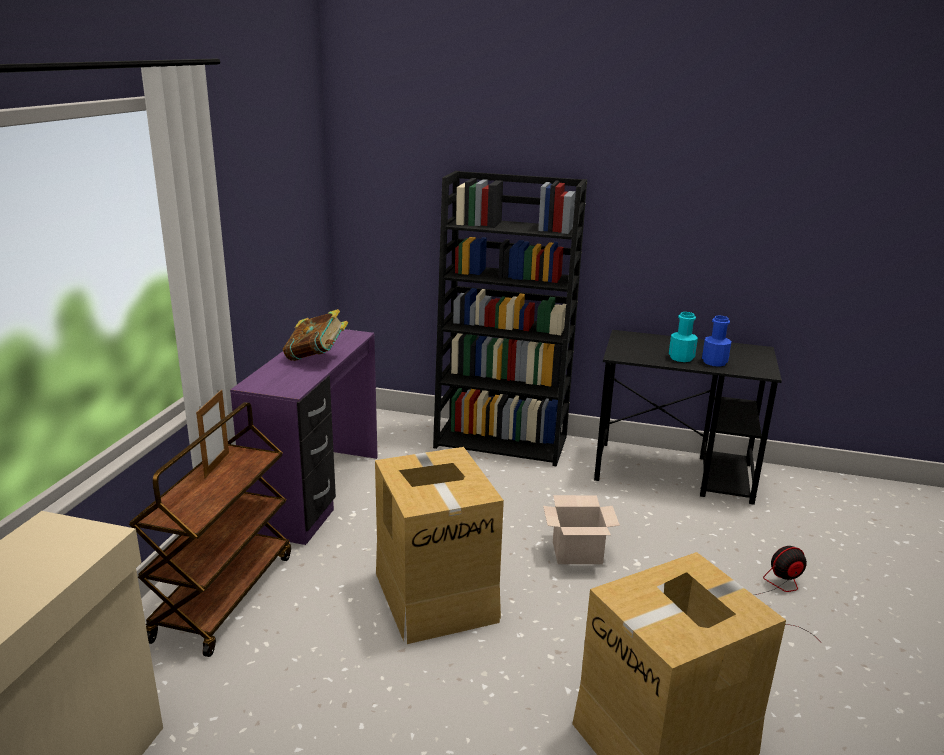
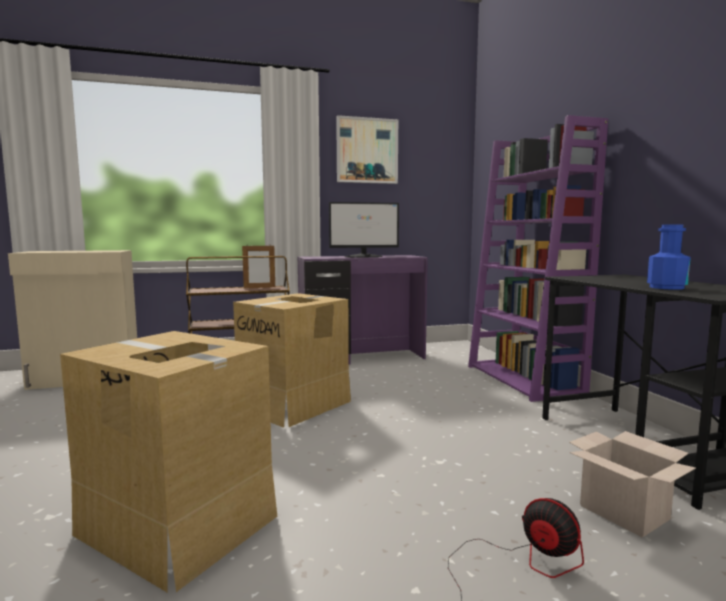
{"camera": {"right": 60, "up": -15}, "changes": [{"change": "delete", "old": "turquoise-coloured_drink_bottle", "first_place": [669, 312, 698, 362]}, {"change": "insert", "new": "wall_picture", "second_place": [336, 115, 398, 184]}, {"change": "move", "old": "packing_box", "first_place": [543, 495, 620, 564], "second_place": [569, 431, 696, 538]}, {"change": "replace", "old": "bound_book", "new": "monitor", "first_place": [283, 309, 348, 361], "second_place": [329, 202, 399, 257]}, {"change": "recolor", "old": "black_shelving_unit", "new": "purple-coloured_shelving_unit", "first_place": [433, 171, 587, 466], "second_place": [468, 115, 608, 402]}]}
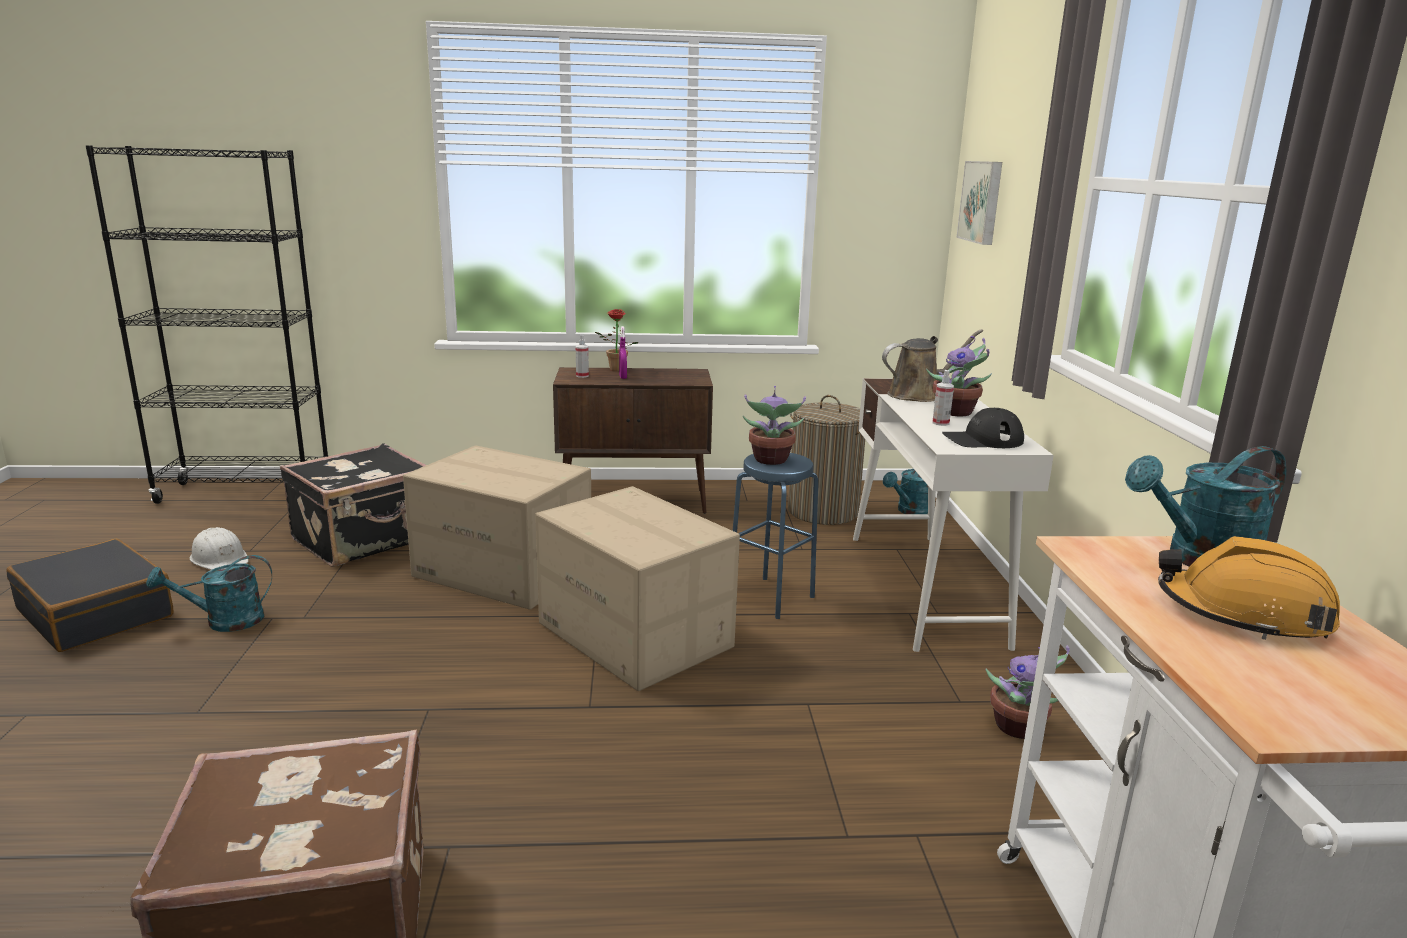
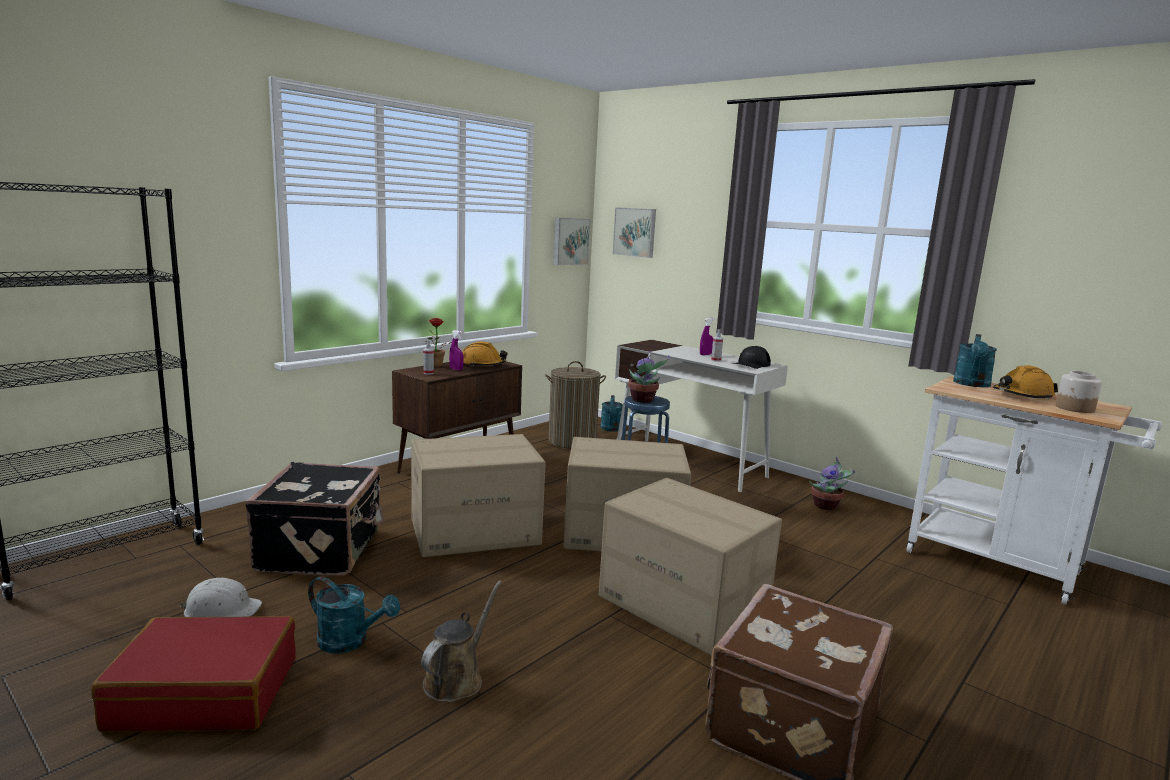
{"camera": {"right": -45, "up": -5}, "changes": [{"change": "insert", "new": "orange_work_helmet", "second_place": [462, 342, 508, 367]}, {"change": "insert", "new": "wall_picture", "second_place": [553, 217, 591, 265]}, {"change": "insert", "new": "packing_box", "second_place": [599, 478, 782, 656]}, {"change": "insert", "new": "jar", "second_place": [1056, 371, 1102, 413]}, {"change": "move", "old": "brown_sprinkling_can", "first_place": [882, 329, 983, 402], "second_place": [421, 581, 502, 702]}, {"change": "replace", "old": "plant_in_a_pot", "new": "purple-coloured_hand_sprayer", "first_place": [926, 336, 992, 416], "second_place": [700, 318, 714, 355]}, {"change": "recolor", "old": "black_piece_of_luggage", "new": "red_piece_of_luggage", "first_place": [6, 539, 174, 652], "second_place": [91, 616, 296, 733]}, {"change": "rotate", "old": "turquoise-coloured_sprinkling_can", "first_place": [146, 555, 272, 632], "second_place": [308, 576, 400, 654], "degrees": -90}]}
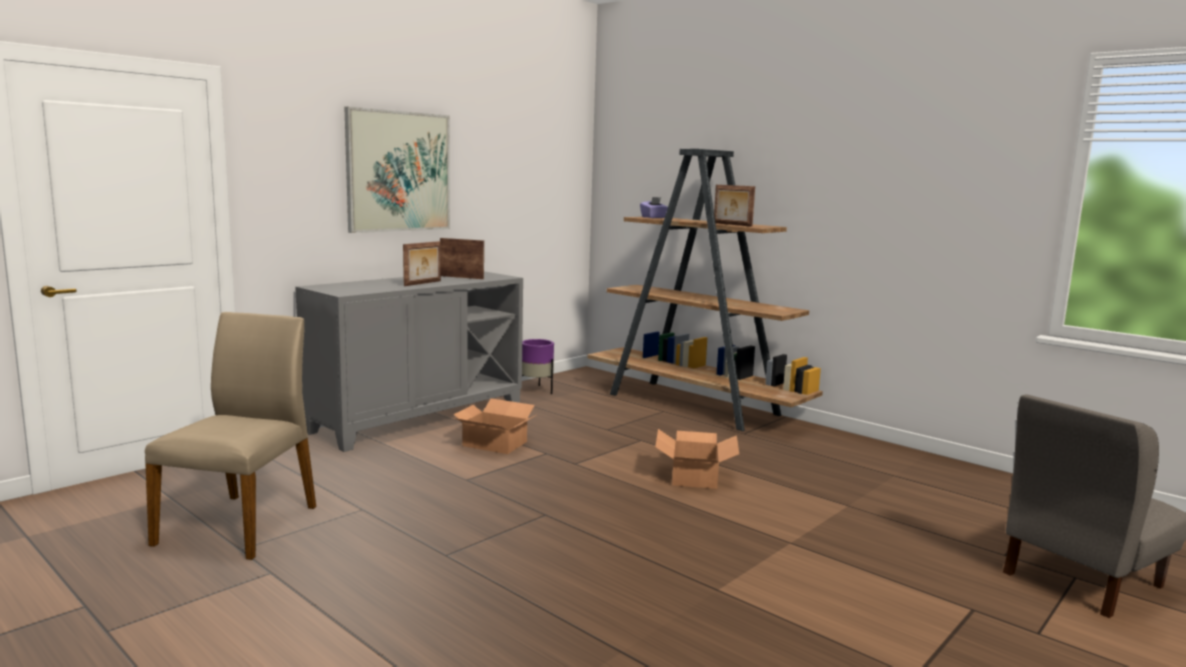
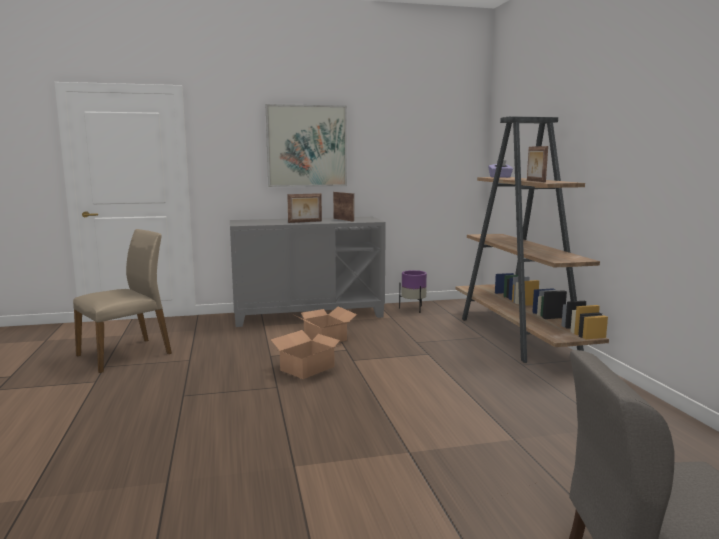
{"camera": {"right": 35, "up": 0}, "changes": [{"change": "move", "old": "packing_box", "first_place": [655, 429, 739, 489], "second_place": [271, 330, 342, 379]}]}
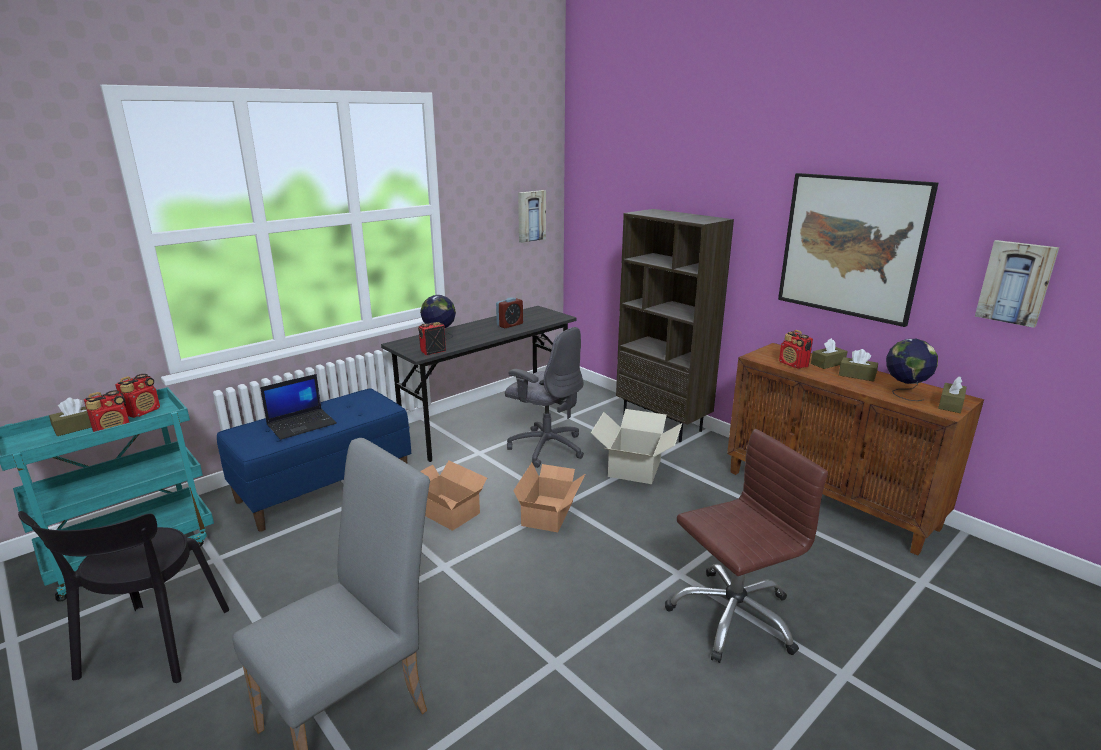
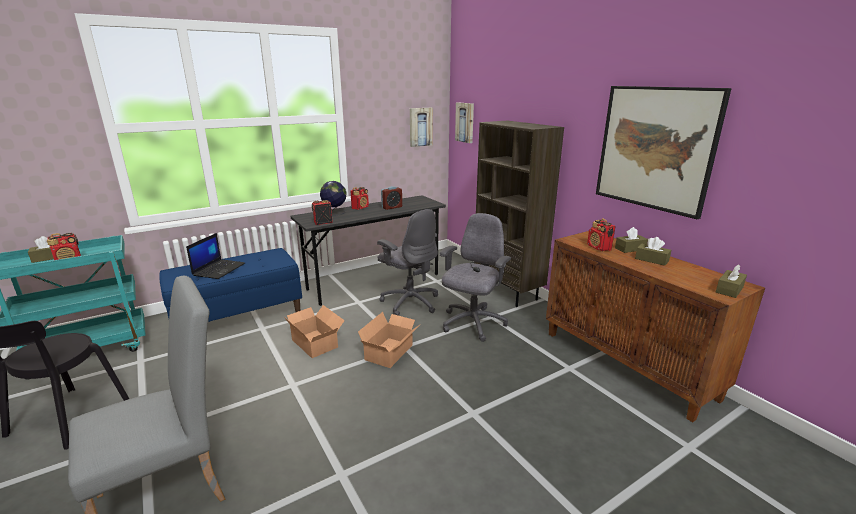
{"camera": {"right": 10, "up": 0}, "changes": [{"change": "delete", "old": "brown_desk_chair", "first_place": [665, 429, 828, 663]}, {"change": "delete", "old": "world_globe", "first_place": [886, 339, 938, 401]}, {"change": "move", "old": "radio_receiver", "first_place": [115, 374, 160, 418], "second_place": [350, 187, 369, 210]}, {"change": "move", "old": "wall_picture", "first_place": [975, 240, 1059, 328], "second_place": [455, 103, 474, 143]}, {"change": "replace", "old": "packing_box", "new": "grey_desk_chair", "first_place": [591, 409, 682, 484], "second_place": [440, 213, 511, 342]}, {"change": "rotate", "old": "portable_computer", "first_place": [260, 374, 337, 440], "second_place": [186, 233, 245, 279], "degrees": -45}]}
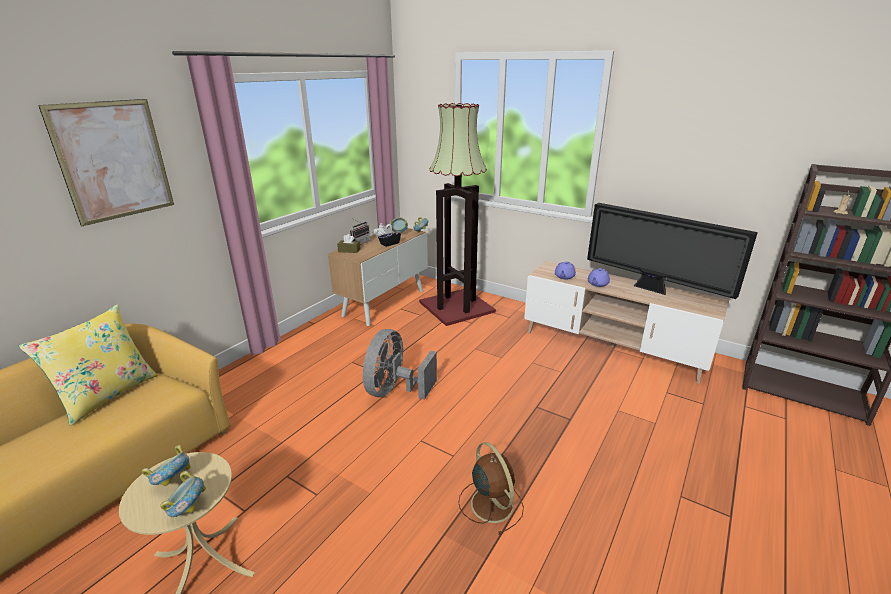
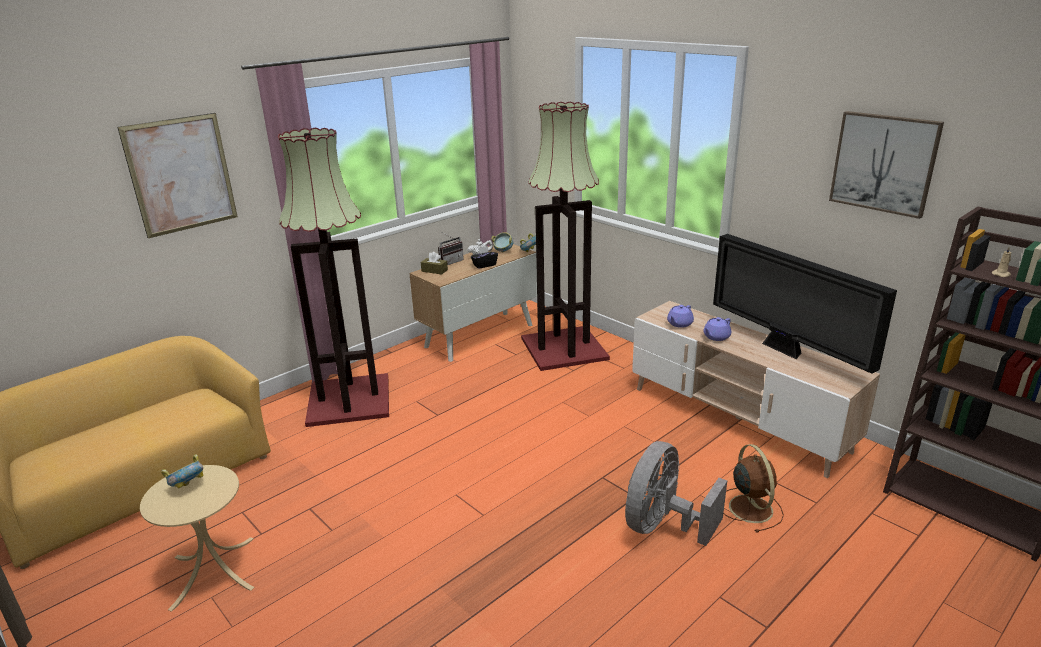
{"camera": {"right": 15, "up": 0}, "changes": [{"change": "delete", "old": "yellow-coloured_pillow", "first_place": [19, 304, 158, 426]}, {"change": "delete", "old": "bowl", "first_place": [160, 471, 206, 517]}, {"change": "insert", "new": "standard_lamp", "second_place": [278, 128, 389, 427]}, {"change": "insert", "new": "wall_picture", "second_place": [829, 111, 944, 219]}, {"change": "move", "old": "grey_cooling_fan", "first_place": [363, 329, 437, 400], "second_place": [625, 441, 727, 546]}, {"change": "move", "old": "brown_cooling_fan", "first_place": [458, 442, 524, 535], "second_place": [723, 444, 784, 533]}]}
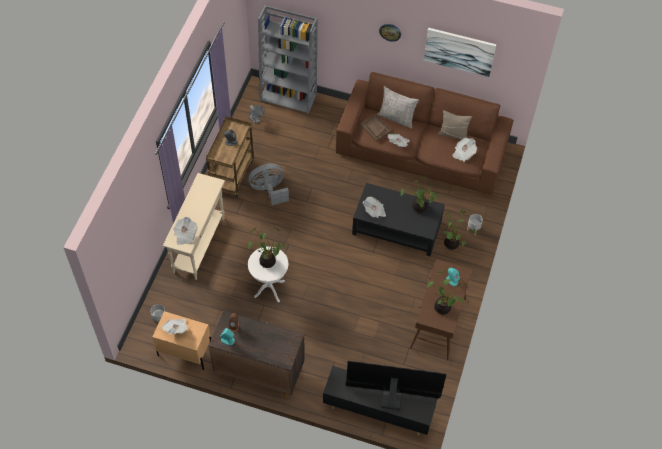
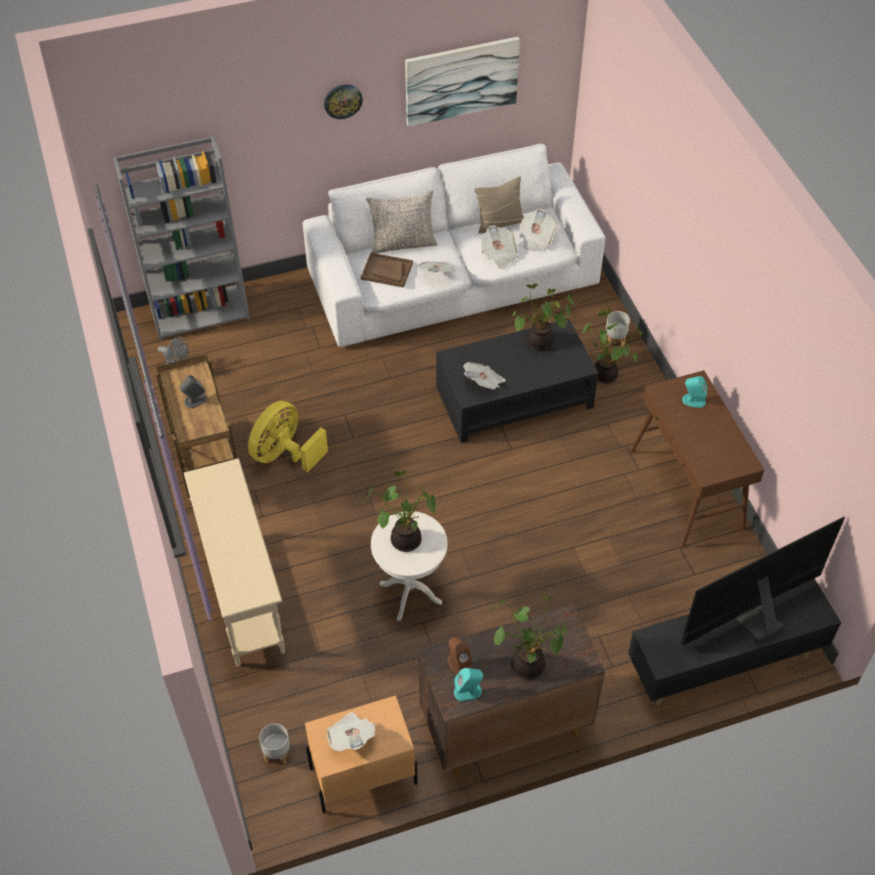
{"camera": {"right": -35, "up": -5}, "changes": [{"change": "move", "old": "daily_paper", "first_place": [173, 217, 198, 245], "second_place": [481, 225, 518, 269]}, {"change": "move", "old": "plant_in_a_pot", "first_place": [427, 270, 465, 315], "second_place": [492, 593, 567, 680]}, {"change": "recolor", "old": "grey_cooling_fan", "new": "yellow-coloured_cooling_fan", "first_place": [248, 163, 289, 205], "second_place": [248, 401, 328, 473]}, {"change": "recolor", "old": "brown_settee", "new": "whitish_settee", "first_place": [336, 72, 513, 195], "second_place": [303, 144, 606, 347]}]}
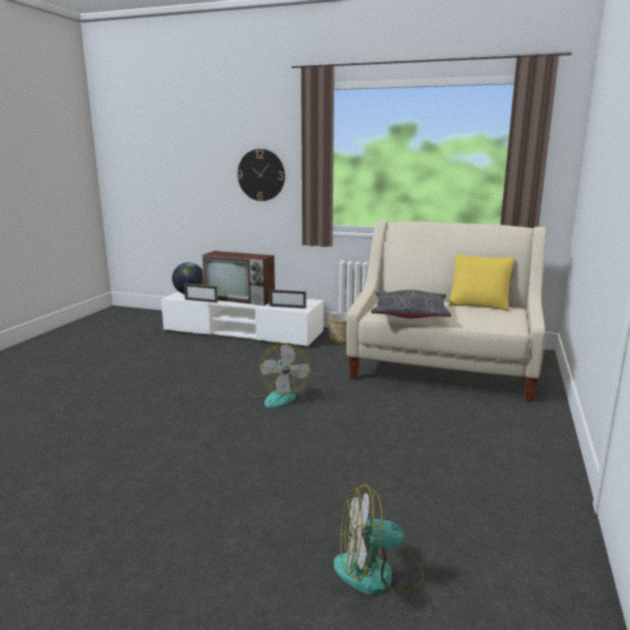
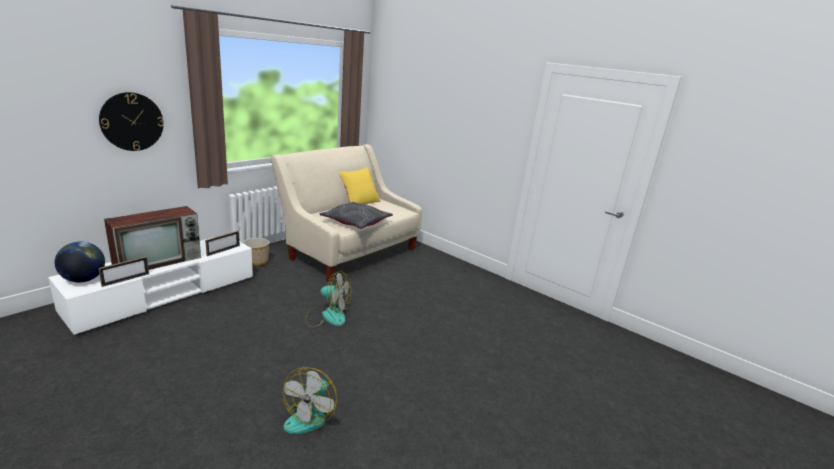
{"camera": {"right": -70, "up": 5}, "changes": [{"change": "move", "old": "cooling_fan", "first_place": [334, 484, 424, 595], "second_place": [283, 367, 337, 434]}]}
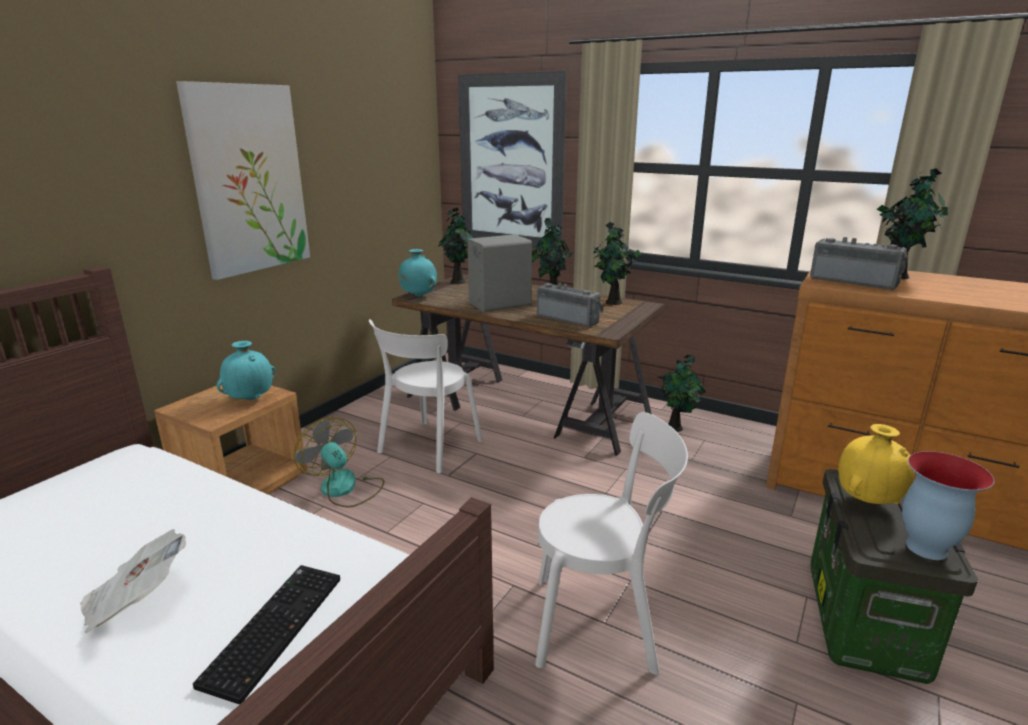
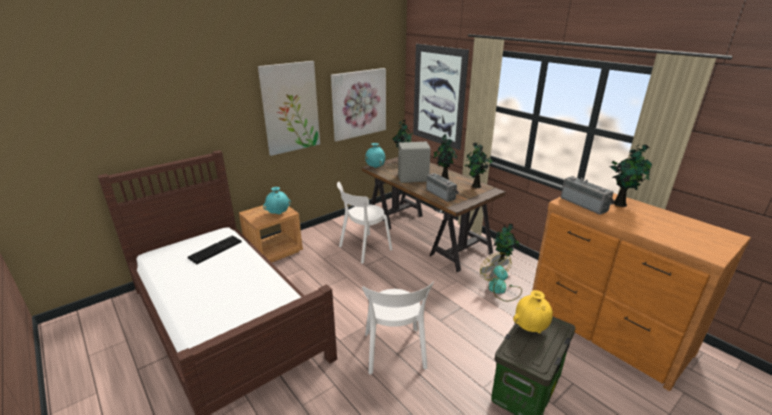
{"camera": {"right": 20, "up": 5}, "changes": [{"change": "delete", "old": "daily_paper", "first_place": [80, 529, 186, 634]}, {"change": "delete", "old": "vase", "first_place": [902, 451, 994, 560]}, {"change": "insert", "new": "wall_picture", "second_place": [331, 68, 386, 142]}, {"change": "move", "old": "PC_keyboard", "first_place": [193, 565, 340, 704], "second_place": [188, 236, 242, 264]}, {"change": "move", "old": "cooling_fan", "first_place": [294, 417, 385, 508], "second_place": [480, 252, 522, 302]}, {"change": "rotate", "old": "whitish_plain_chair", "first_place": [535, 412, 688, 675], "second_place": [362, 281, 434, 374], "degrees": 60}]}
